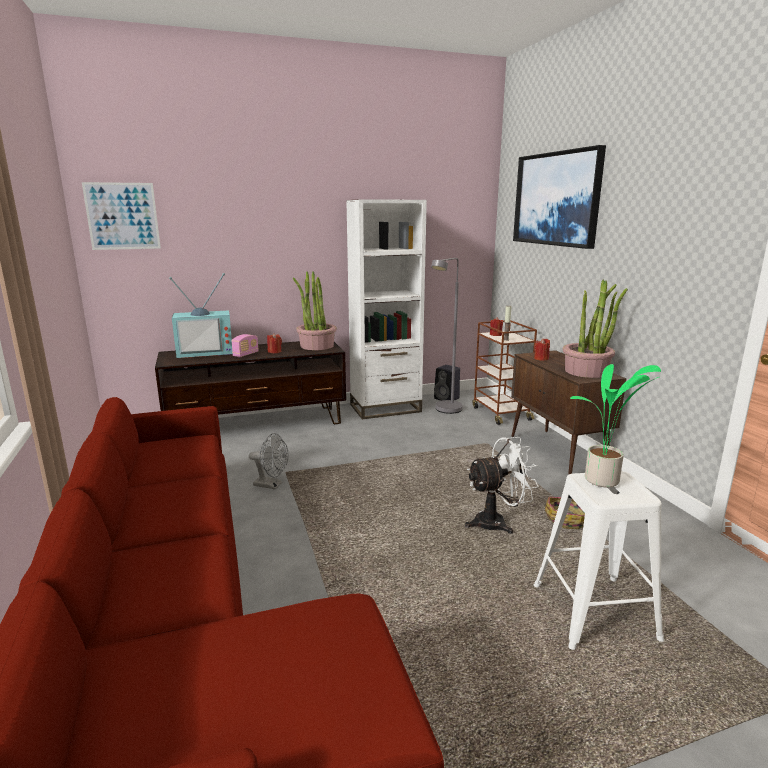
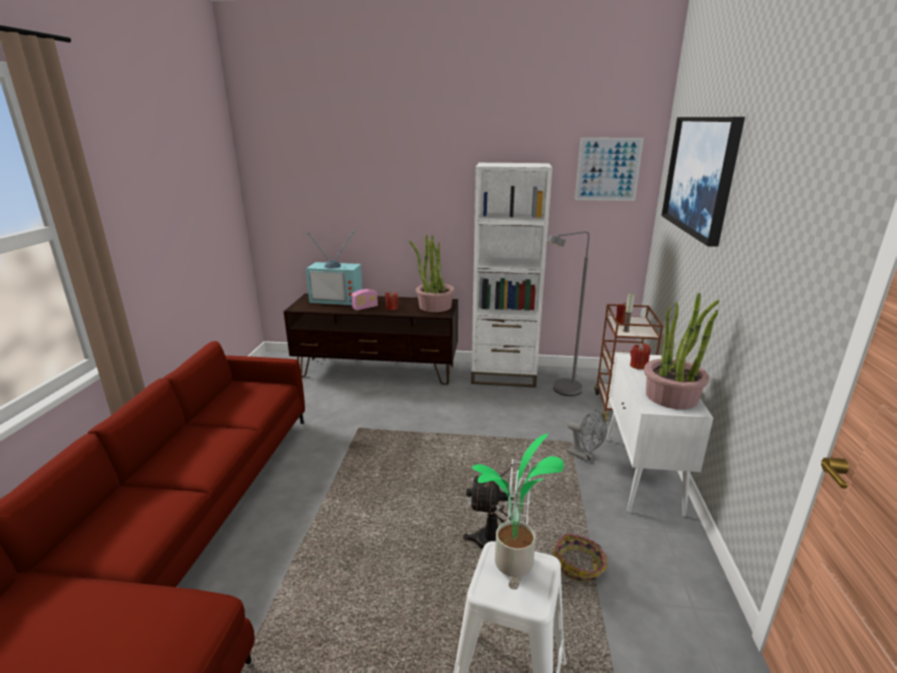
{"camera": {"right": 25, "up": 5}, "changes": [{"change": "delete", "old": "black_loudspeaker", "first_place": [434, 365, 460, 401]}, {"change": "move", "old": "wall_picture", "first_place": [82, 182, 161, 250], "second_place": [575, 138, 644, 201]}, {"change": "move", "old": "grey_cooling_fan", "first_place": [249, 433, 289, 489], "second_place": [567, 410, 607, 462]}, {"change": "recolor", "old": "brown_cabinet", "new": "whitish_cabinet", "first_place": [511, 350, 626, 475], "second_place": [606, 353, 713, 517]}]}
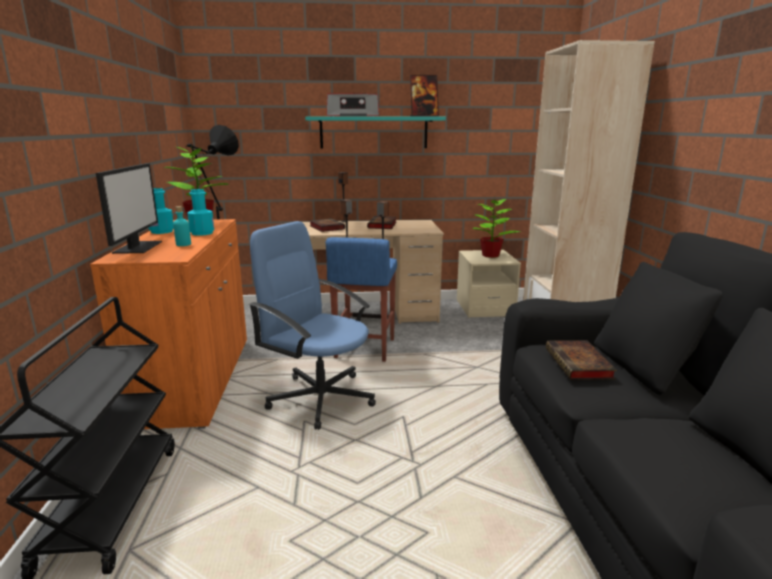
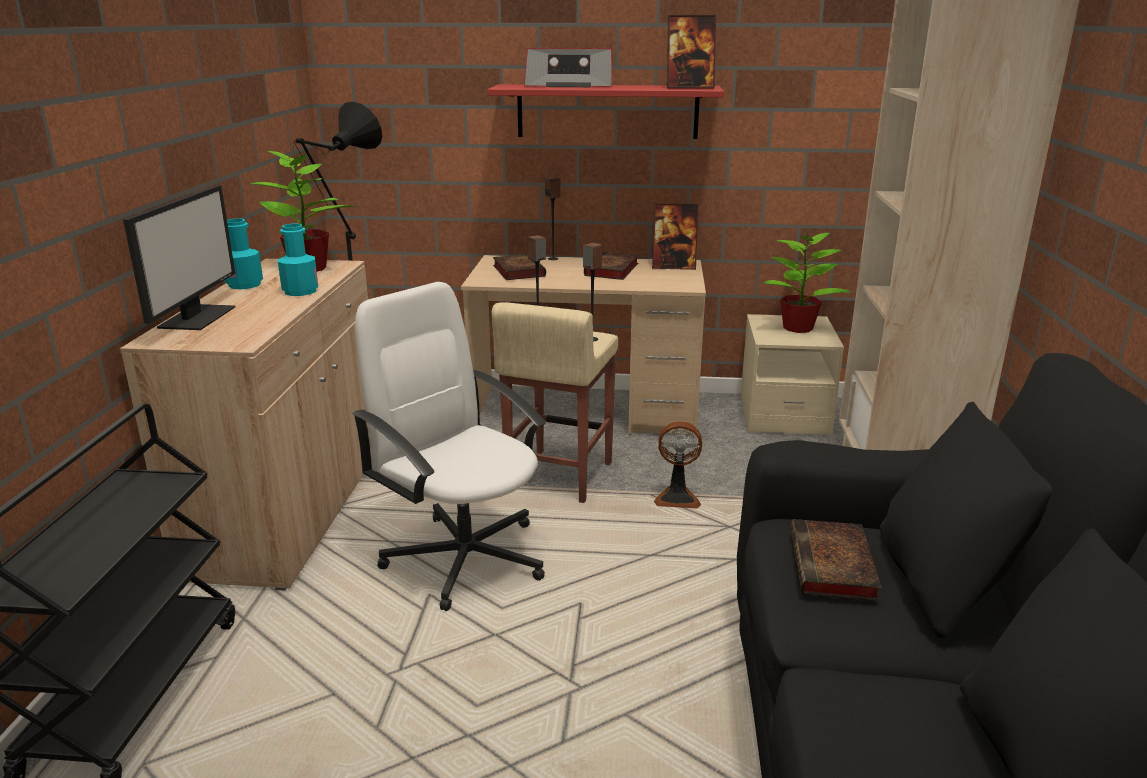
{"camera": {"right": 10, "up": 5}, "changes": [{"change": "delete", "old": "turquoise-coloured_drink_bottle", "first_place": [173, 206, 191, 246]}, {"change": "insert", "new": "standing_frame", "second_place": [652, 203, 699, 270]}, {"change": "insert", "new": "cooling_fan", "second_place": [654, 421, 702, 508]}, {"change": "recolor", "old": "orange_cabinet", "new": "beige_cabinet", "first_place": [90, 219, 247, 429], "second_place": [120, 259, 372, 591]}, {"change": "recolor", "old": "blue_desk_chair", "new": "whitish_desk_chair", "first_place": [249, 221, 376, 430], "second_place": [352, 282, 546, 611]}, {"change": "recolor", "old": "turquoise-coloured_shelf", "new": "red_shelf", "first_place": [305, 116, 446, 149], "second_place": [487, 84, 724, 139]}, {"change": "recolor", "old": "blue_sitting_stool", "new": "beige_sitting_stool", "first_place": [326, 237, 397, 362], "second_place": [492, 302, 618, 503]}]}
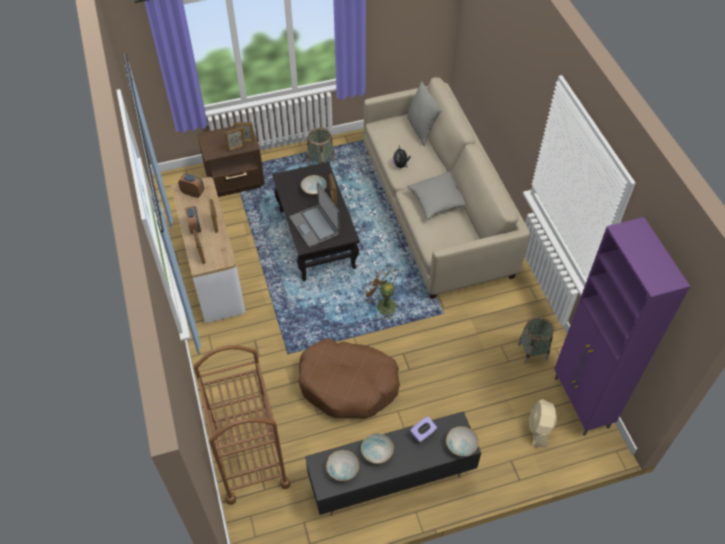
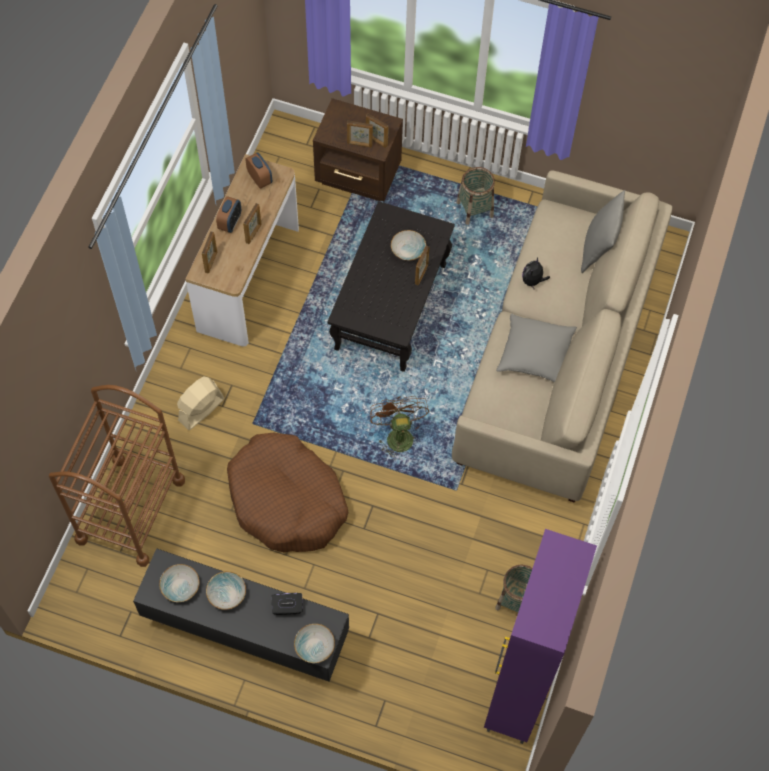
{"camera": {"right": 35, "up": 10}, "changes": [{"change": "delete", "old": "portable_computer", "first_place": [290, 182, 340, 247]}, {"change": "move", "old": "beige_cooling_fan", "first_place": [530, 399, 557, 448], "second_place": [177, 376, 224, 430]}, {"change": "recolor", "old": "purple-coloured_tissue_box", "new": "black_tissue_box", "first_place": [410, 416, 437, 443], "second_place": [271, 593, 303, 615]}]}
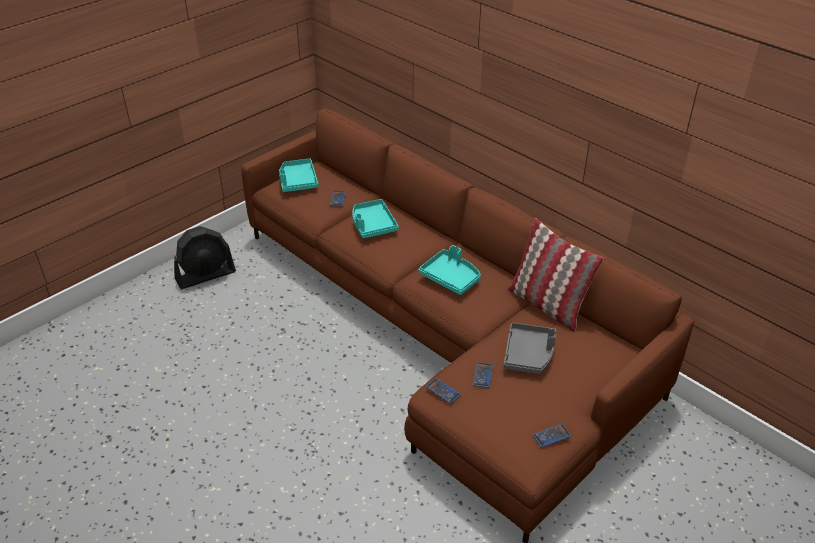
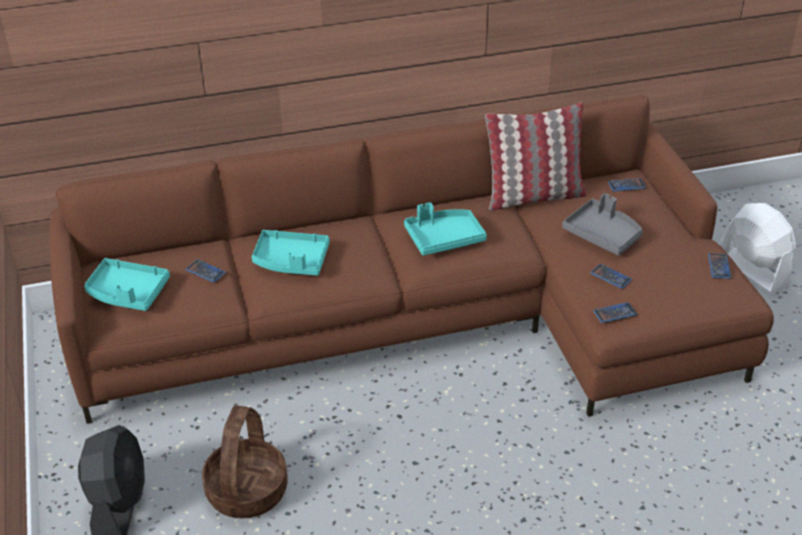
{"camera": {"right": -60, "up": 0}, "changes": [{"change": "insert", "new": "household_basket", "second_place": [202, 406, 288, 518]}, {"change": "insert", "new": "telephone", "second_place": [608, 178, 646, 192]}, {"change": "insert", "new": "whitish_cooling_fan", "second_place": [719, 203, 796, 294]}]}
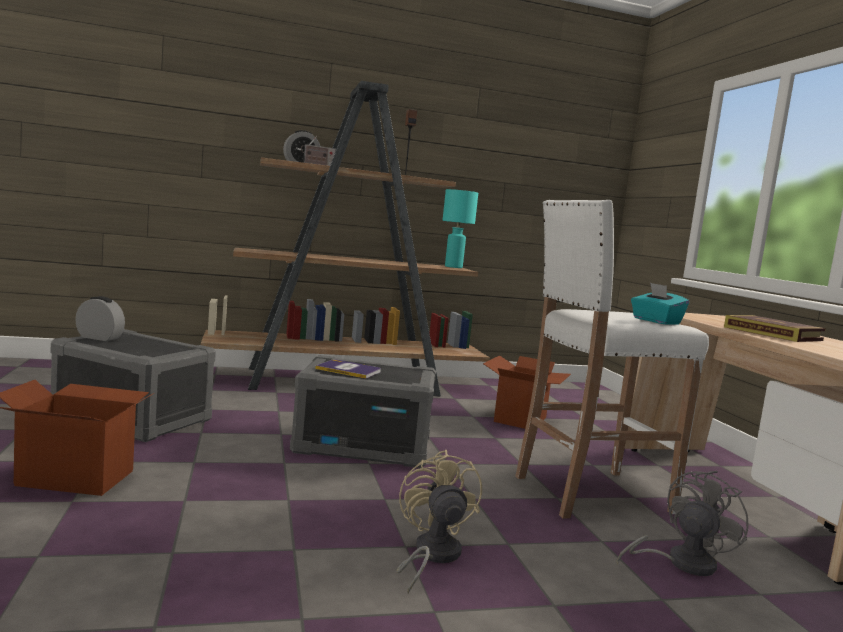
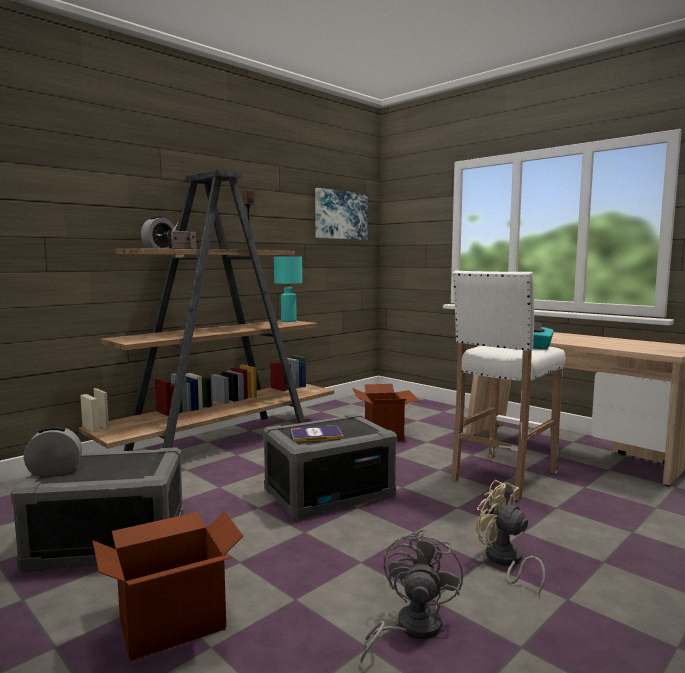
{"camera": {"right": -30, "up": 0}, "changes": [{"change": "delete", "old": "bound_book", "first_place": [724, 315, 826, 342]}, {"change": "insert", "new": "wall_picture", "second_place": [315, 188, 368, 240]}, {"change": "move", "old": "grey_cooling_fan", "first_place": [617, 471, 748, 576], "second_place": [361, 529, 463, 663]}]}
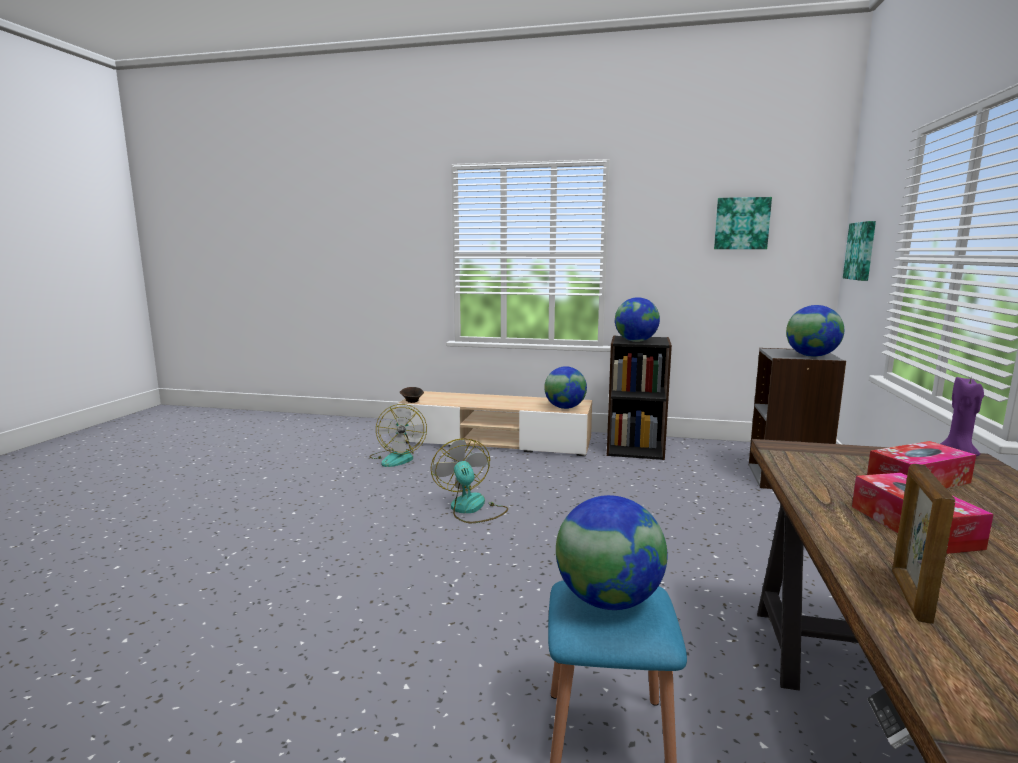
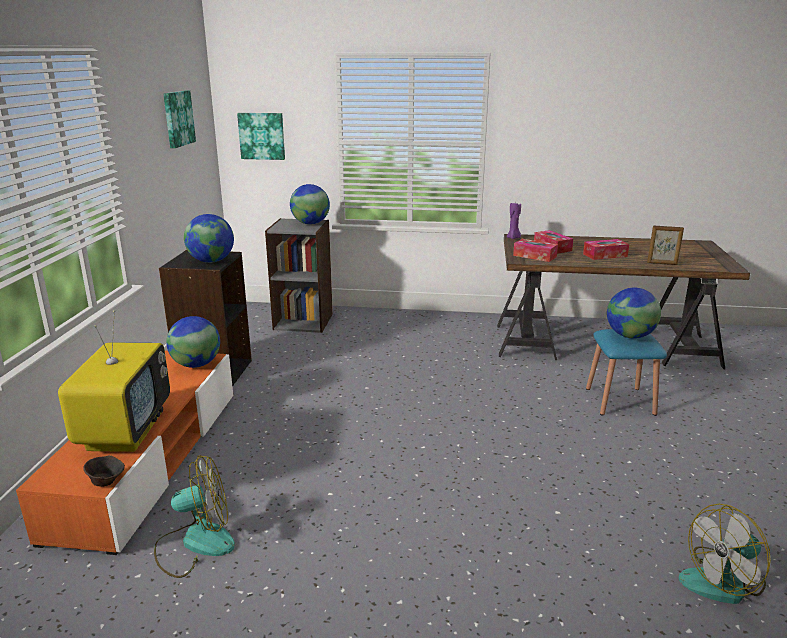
{"camera": {"right": -95, "up": 10}, "changes": [{"change": "insert", "new": "television", "second_place": [58, 310, 170, 452]}, {"change": "insert", "new": "tissue_box", "second_place": [513, 239, 558, 262]}, {"change": "move", "old": "cooling_fan", "first_place": [431, 438, 508, 523], "second_place": [679, 504, 771, 604]}, {"change": "recolor", "old": "beige_tv_unit", "new": "orange_tv_unit", "first_place": [397, 391, 592, 456], "second_place": [16, 351, 233, 555]}]}
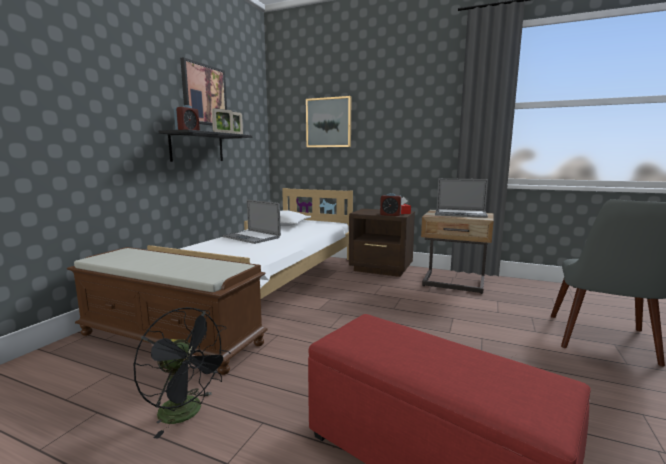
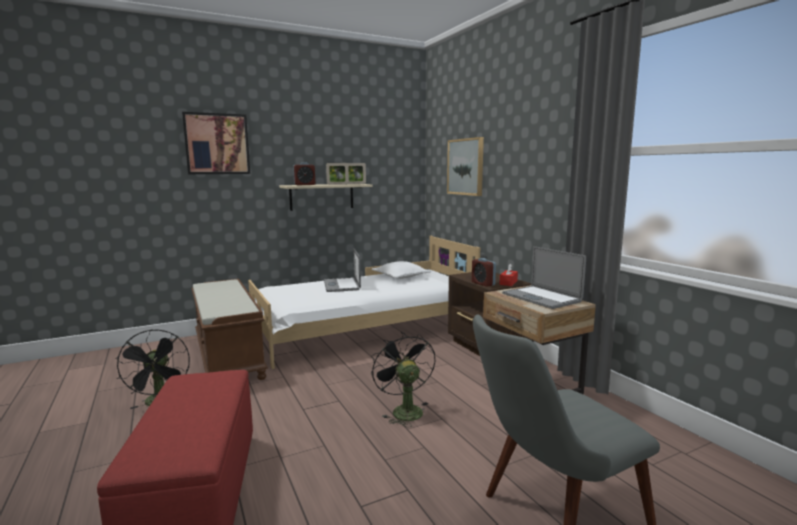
{"camera": {"right": 40, "up": 0}, "changes": [{"change": "insert", "new": "black_cooling_fan", "second_place": [371, 332, 435, 427]}, {"change": "move", "old": "wall_picture", "first_place": [180, 57, 227, 126], "second_place": [182, 112, 250, 174]}, {"change": "recolor", "old": "black_shelf", "new": "beige_shelf", "first_place": [159, 129, 252, 162], "second_place": [279, 184, 372, 211]}]}
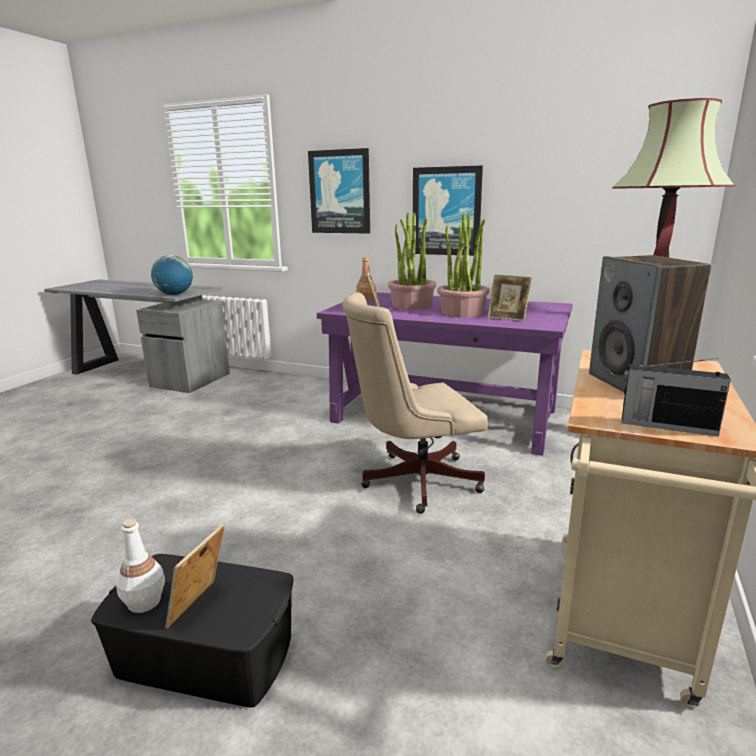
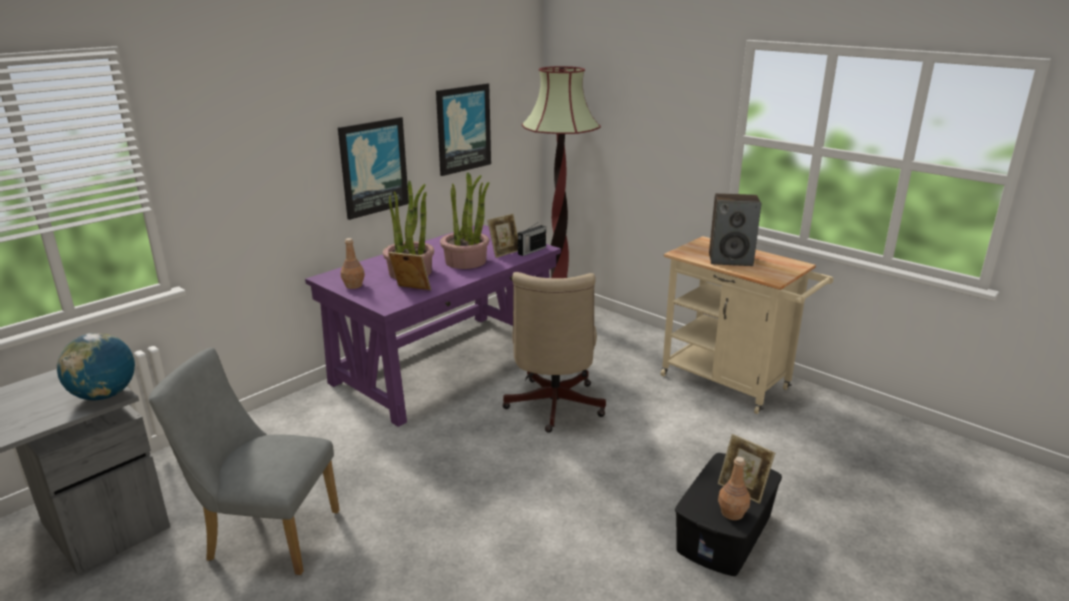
{"camera": {"right": -70, "up": 5}, "changes": [{"change": "insert", "new": "grey_plain_chair", "second_place": [149, 347, 340, 575]}, {"change": "move", "old": "wall_picture", "first_place": [308, 148, 370, 234], "second_place": [436, 83, 491, 176]}, {"change": "move", "old": "radio_receiver", "first_place": [622, 358, 731, 437], "second_place": [518, 221, 546, 256]}, {"change": "recolor", "old": "whitish_drink_bottle", "new": "brown_drink_bottle", "first_place": [116, 519, 165, 613], "second_place": [718, 457, 751, 520]}]}
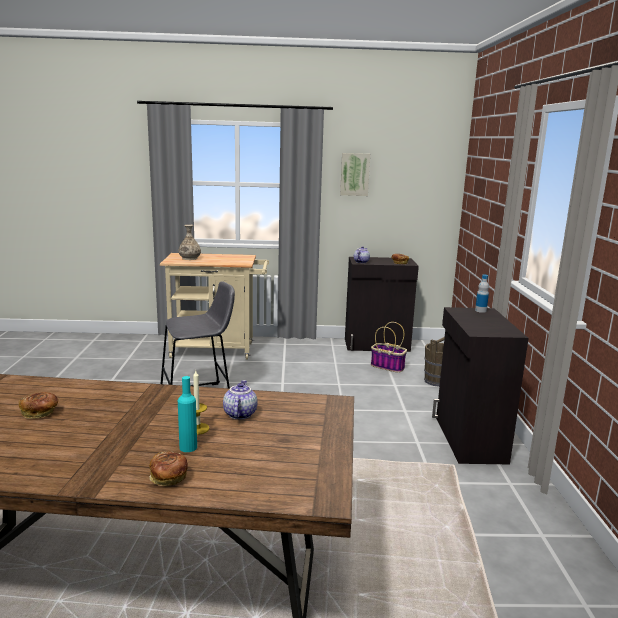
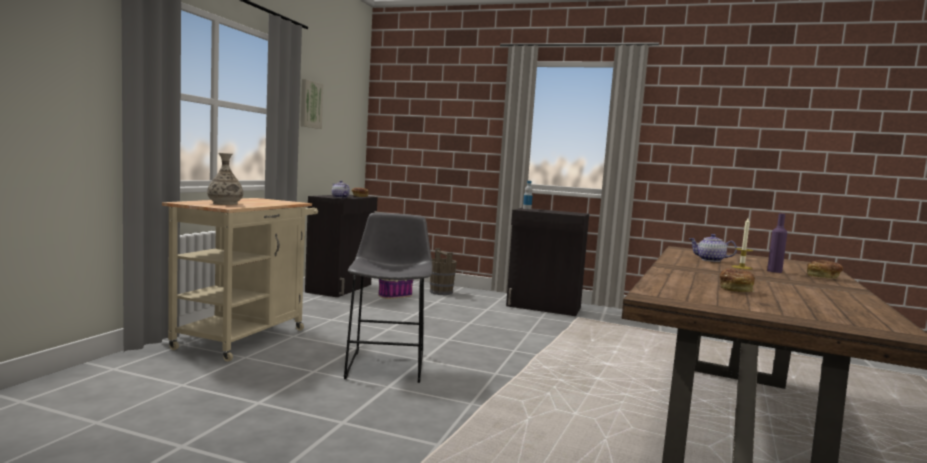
{"camera": {"right": -70, "up": -10}, "changes": [{"change": "recolor", "old": "turquoise-coloured_drink_bottle", "new": "purple-coloured_drink_bottle", "first_place": [178, 376, 197, 452], "second_place": [767, 213, 787, 273]}]}
